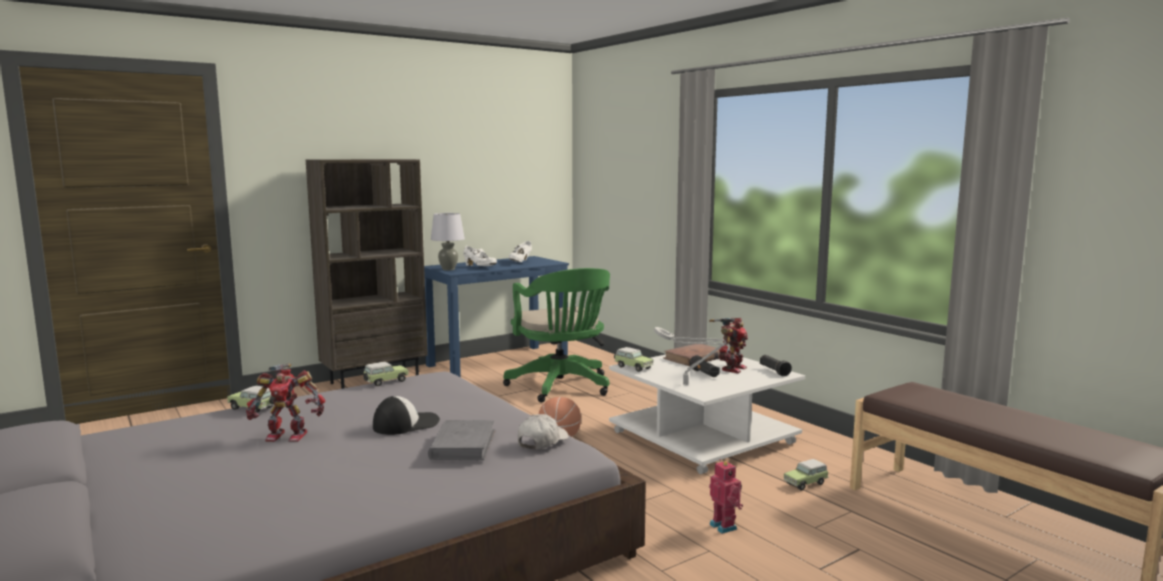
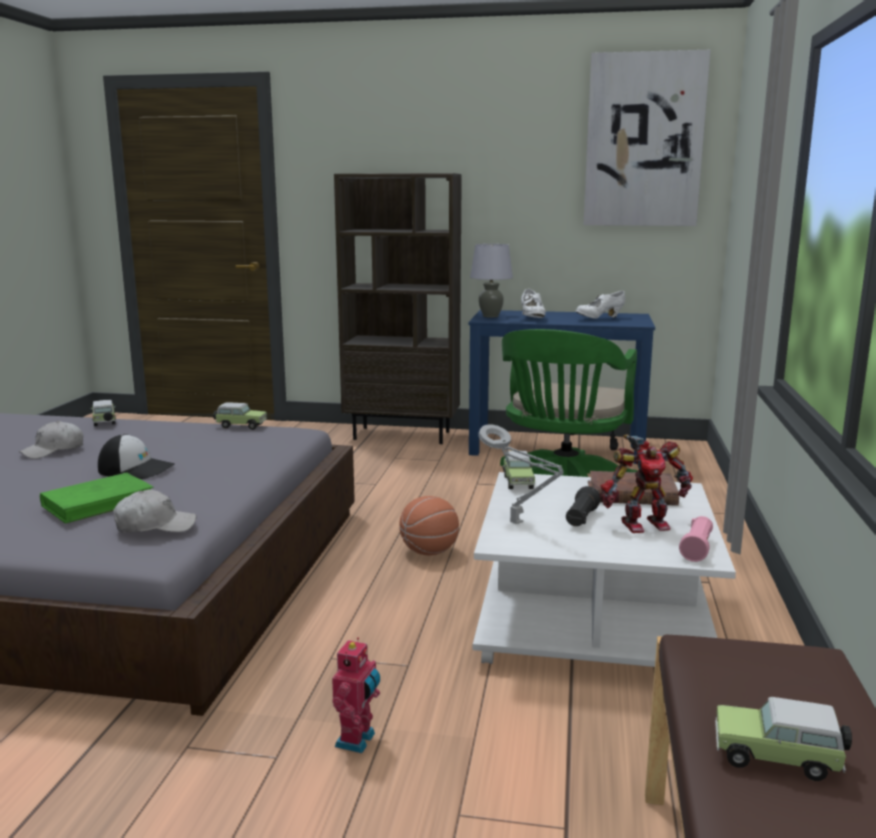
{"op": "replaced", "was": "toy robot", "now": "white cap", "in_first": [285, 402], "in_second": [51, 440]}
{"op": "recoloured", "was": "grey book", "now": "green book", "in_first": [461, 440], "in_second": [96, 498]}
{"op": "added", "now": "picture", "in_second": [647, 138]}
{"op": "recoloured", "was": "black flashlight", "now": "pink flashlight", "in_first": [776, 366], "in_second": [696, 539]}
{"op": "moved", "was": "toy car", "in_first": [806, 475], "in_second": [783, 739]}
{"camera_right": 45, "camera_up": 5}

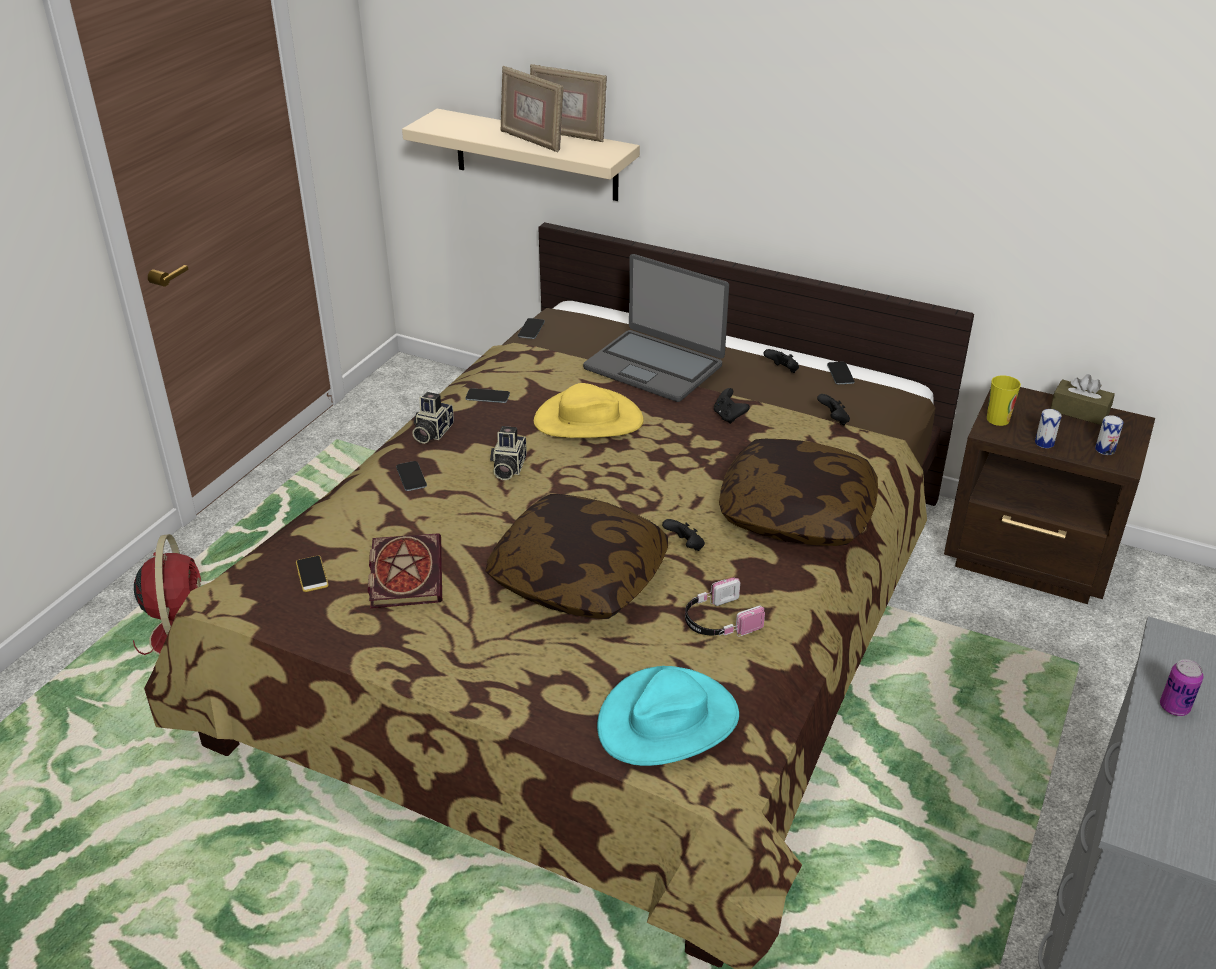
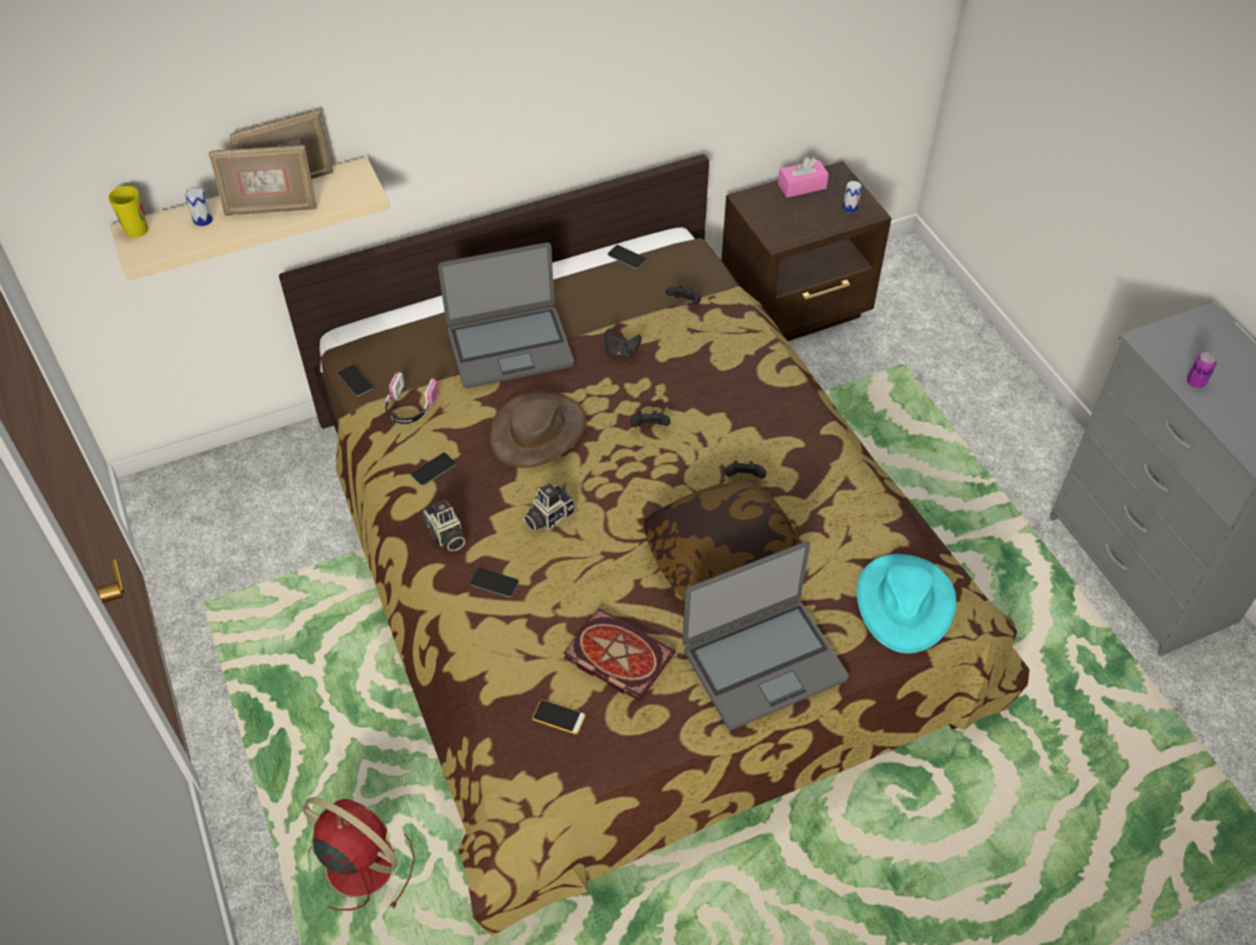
{"op": "moved", "was": "cup", "in_first": [1004, 400], "in_second": [128, 212]}
{"op": "moved", "was": "can", "in_first": [1048, 428], "in_second": [199, 206]}
{"op": "moved", "was": "headphones", "in_first": [725, 607], "in_second": [411, 398]}
{"op": "recoloured", "was": "yellow hat", "now": "brown hat", "in_first": [589, 410], "in_second": [538, 429]}
{"op": "turned", "was": "photo camera", "in_first": [508, 453], "in_second": [549, 507], "clockwise": 90}
{"op": "moved", "was": "black game controller", "in_first": [781, 361], "in_second": [650, 419]}
{"op": "added", "now": "laptop", "in_second": [765, 635]}
{"op": "recoloured", "was": "brown tissue box", "now": "pink tissue box", "in_first": [1082, 399], "in_second": [803, 177]}
{"op": "removed", "was": "pillow", "in_first": [798, 492]}
{"camera_right": -50, "camera_up": 15}

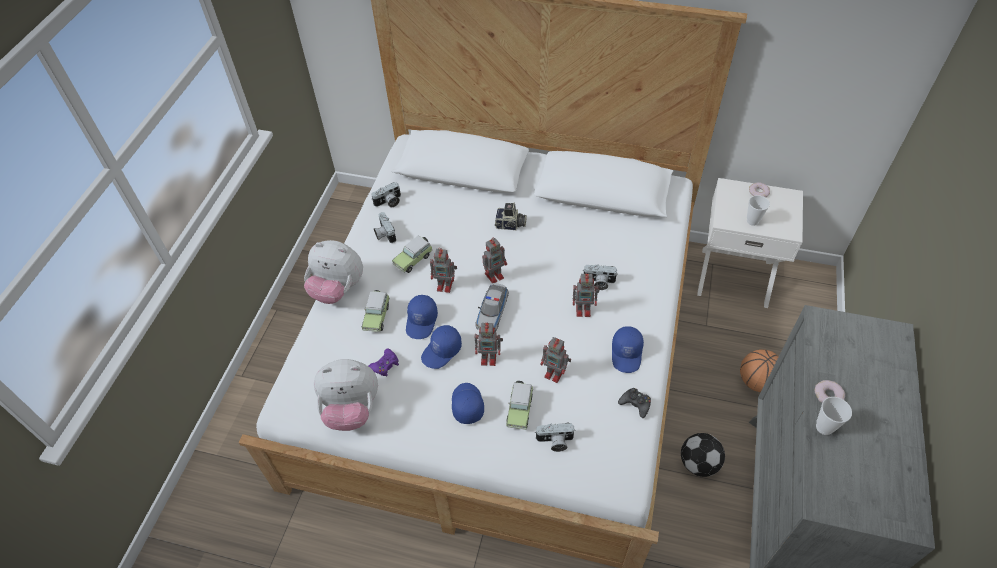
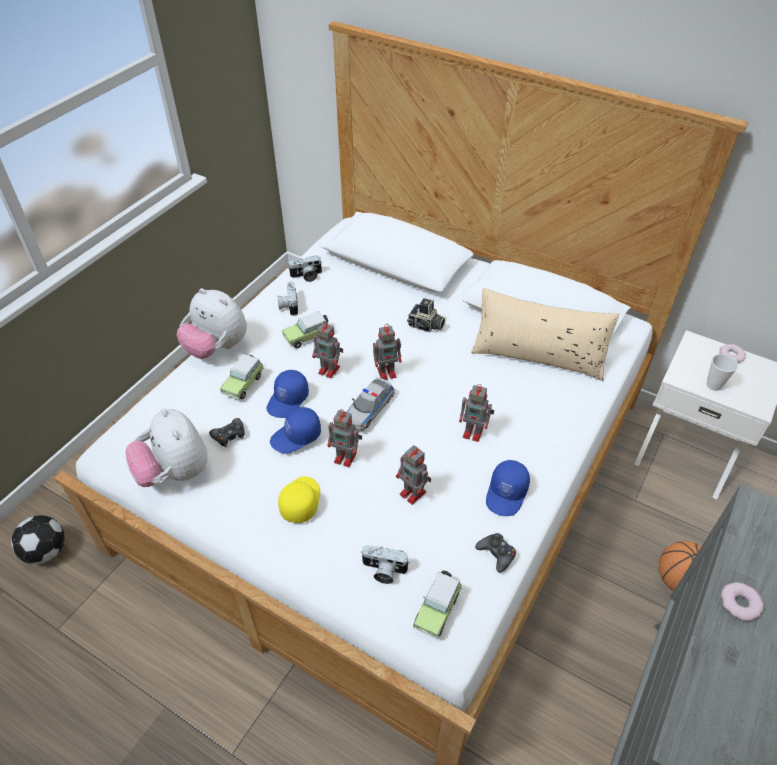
{"op": "moved", "was": "football", "in_first": [703, 455], "in_second": [38, 539]}
{"op": "turned", "was": "plush toy", "in_first": [346, 395], "in_second": [166, 447], "clockwise": 45}
{"op": "recoloured", "was": "purple game controller", "now": "black game controller", "in_first": [384, 363], "in_second": [227, 432]}
{"op": "recoloured", "was": "blue cap", "now": "yellow cap", "in_first": [468, 403], "in_second": [299, 499]}
{"op": "moved", "was": "toy car", "in_first": [519, 405], "in_second": [437, 605]}
{"op": "added", "now": "beige pillow", "in_second": [545, 334]}
{"op": "removed", "was": "photo camera", "in_first": [601, 277]}
{"op": "removed", "was": "cup", "in_first": [834, 416]}
{"camera_right": 15, "camera_up": -5}

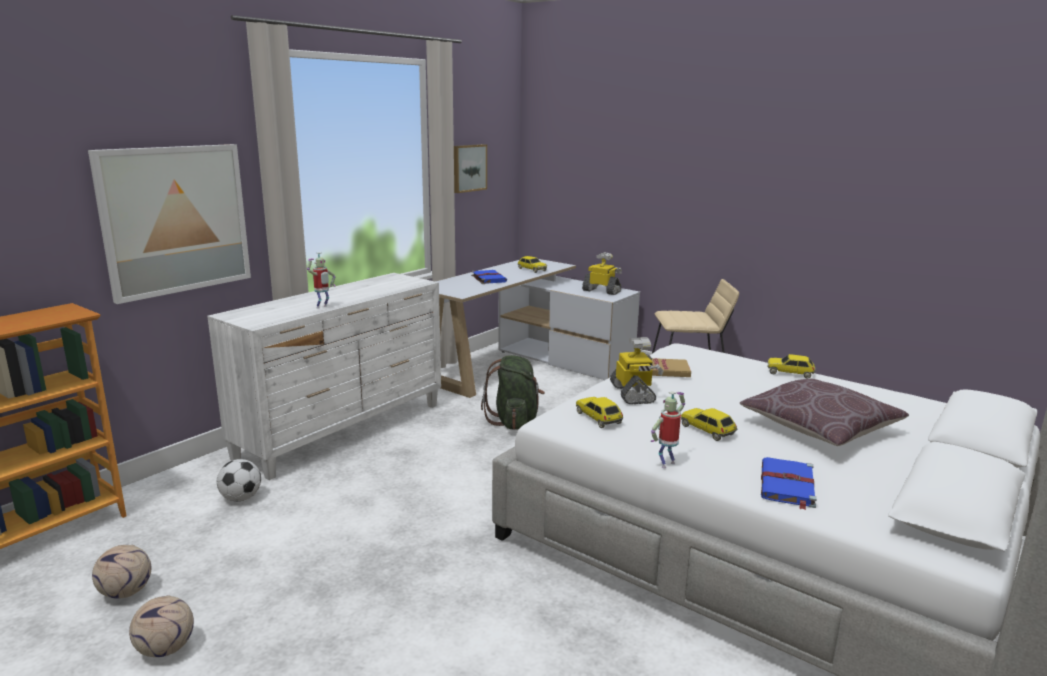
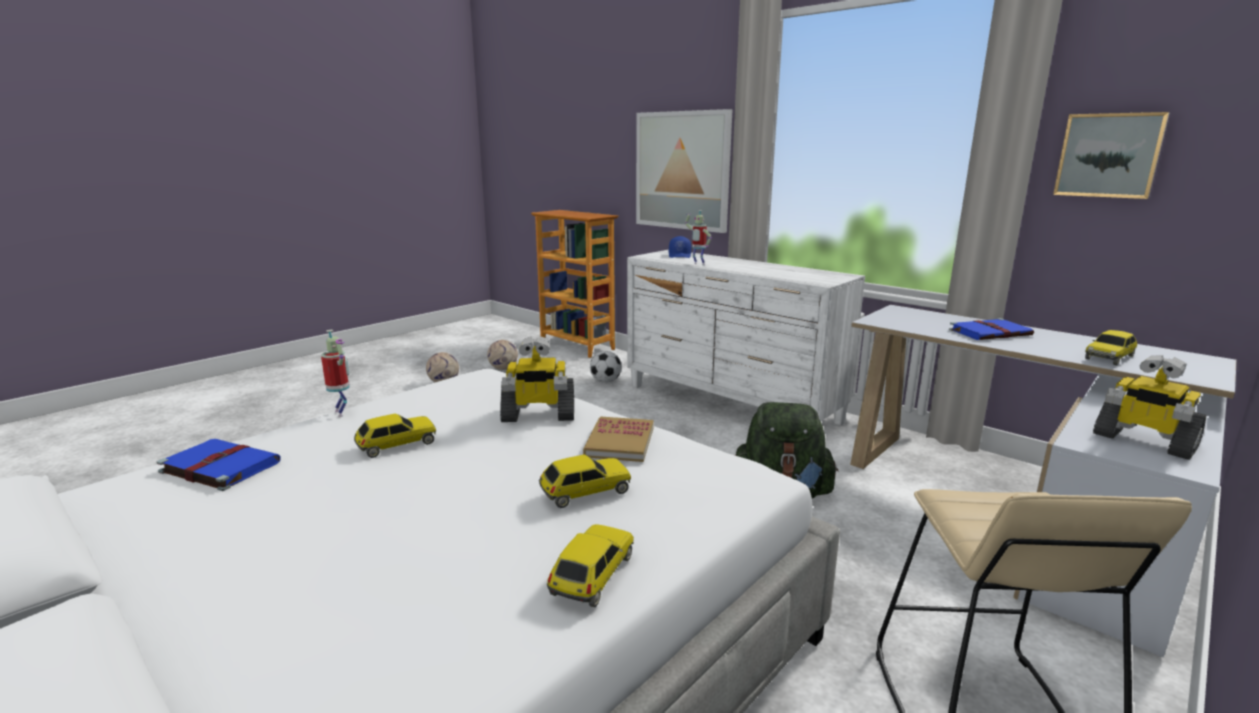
{"op": "moved", "was": "toy car", "in_first": [599, 412], "in_second": [585, 481]}
{"op": "added", "now": "blue cap", "in_second": [680, 247]}
{"op": "turned", "was": "toy robot", "in_first": [602, 273], "in_second": [1149, 407], "clockwise": 105}
{"op": "removed", "was": "brown pillow", "in_first": [824, 412]}
{"camera_right": 95, "camera_up": 0}

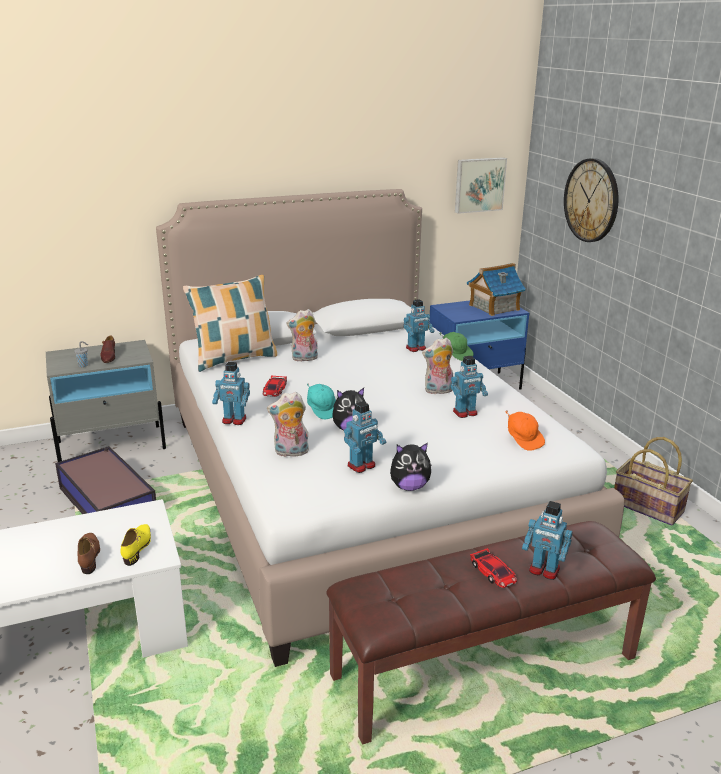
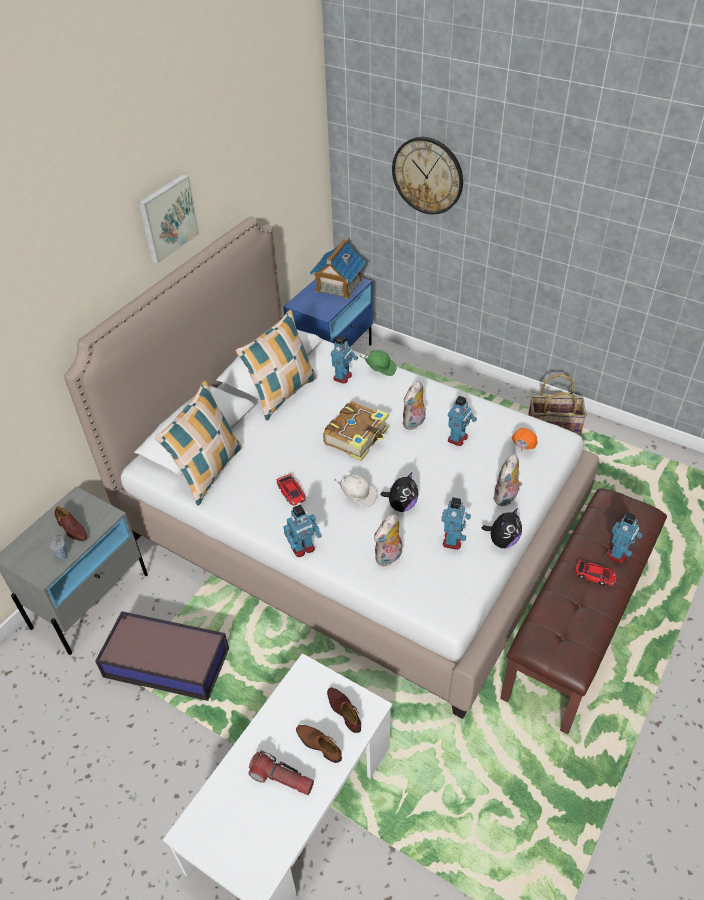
{"op": "moved", "was": "picture", "in_first": [481, 185], "in_second": [168, 218]}
{"op": "added", "now": "pillow", "in_second": [276, 365]}
{"op": "added", "now": "flashlight", "in_second": [281, 772]}
{"op": "added", "now": "book", "in_second": [356, 431]}
{"op": "recoloured", "was": "yellow shoe", "now": "brown shoe", "in_first": [135, 545], "in_second": [344, 710]}
{"op": "recoloured", "was": "turquoise cap", "now": "white cap", "in_first": [321, 401], "in_second": [355, 490]}
{"op": "moved", "was": "plush toy", "in_first": [302, 335], "in_second": [507, 480]}
{"op": "turned", "was": "orange cap", "in_first": [525, 430], "in_second": [525, 439], "clockwise": -90}
{"op": "turned", "was": "toy robot", "in_first": [547, 540], "in_second": [625, 538], "clockwise": -45}
{"camera_right": -35, "camera_up": 20}

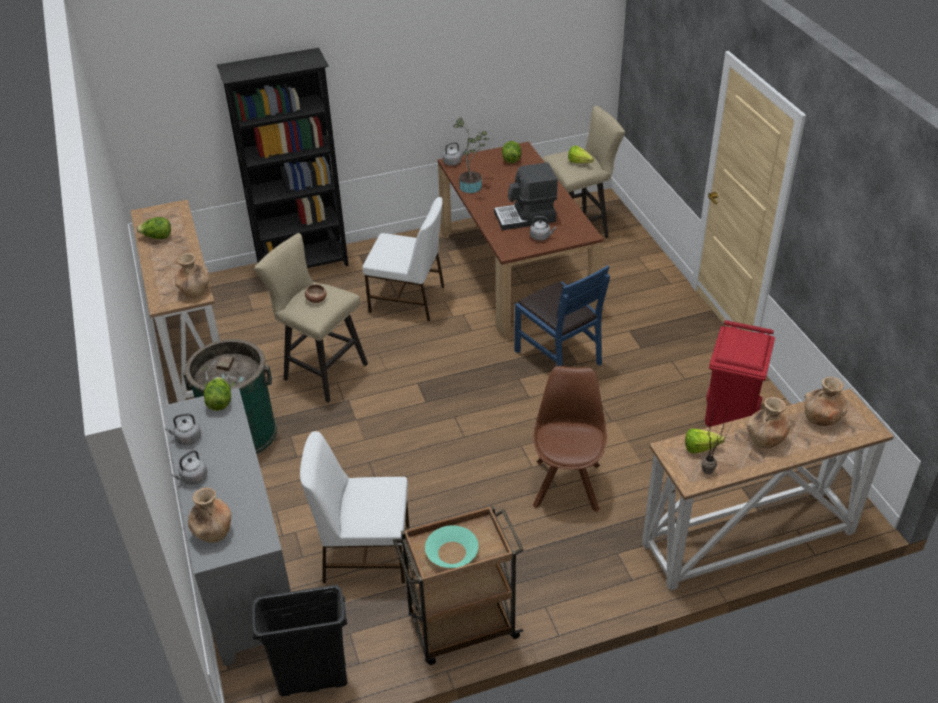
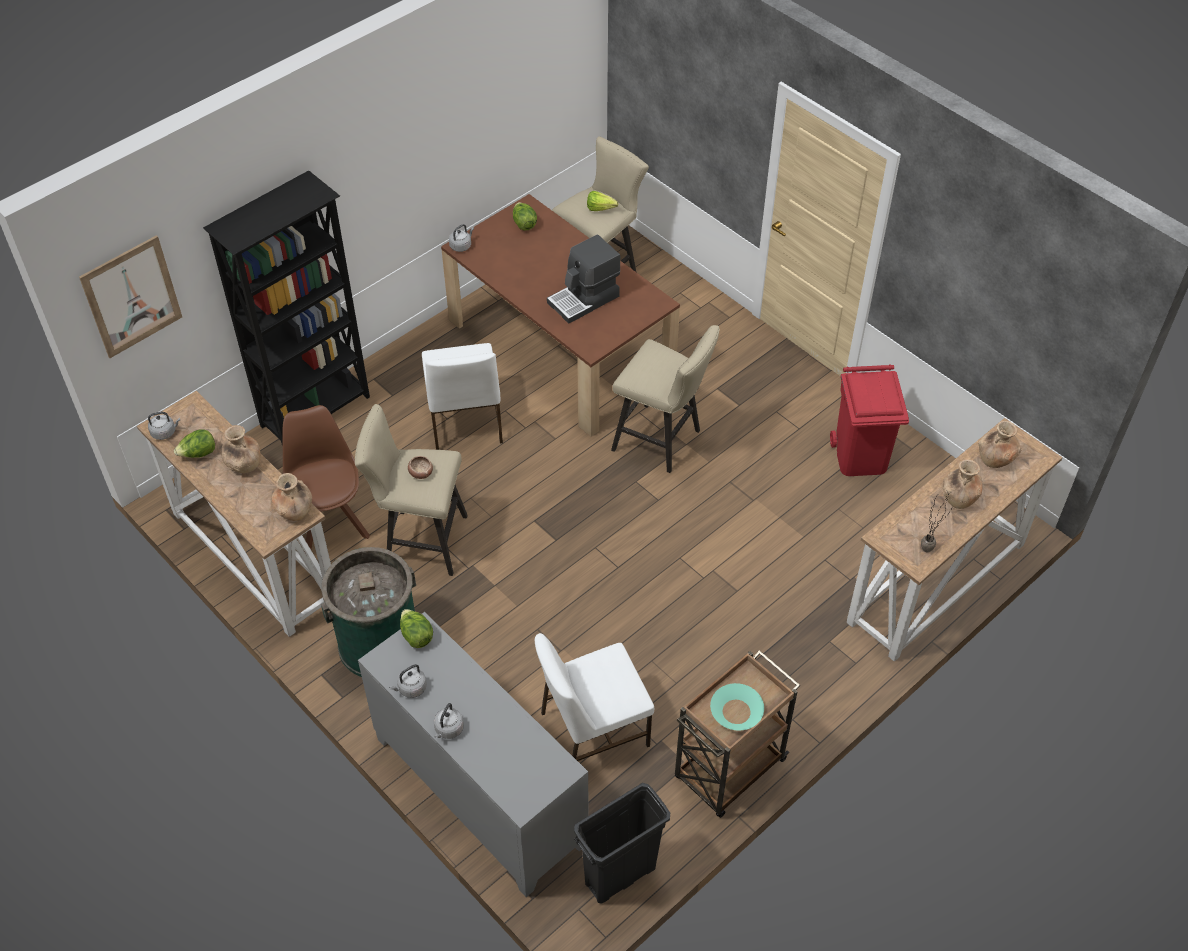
{"op": "added", "now": "picture", "in_second": [130, 296]}
{"op": "moved", "was": "grey kettle", "in_first": [543, 228], "in_second": [164, 426]}
{"op": "moved", "was": "brown vase", "in_first": [209, 515], "in_second": [240, 449]}
{"op": "moved", "was": "brown chair", "in_first": [570, 439], "in_second": [326, 478]}
{"op": "turned", "was": "white chair", "in_first": [403, 259], "in_second": [462, 396], "clockwise": 90}
{"op": "replaced", "was": "blue chair", "now": "beige stool", "in_first": [562, 315], "in_second": [665, 399]}
{"op": "removed", "was": "potted plant", "in_first": [471, 155]}
{"op": "removed", "was": "lettuce", "in_first": [705, 441]}
{"camera_right": -25, "camera_up": 10}

